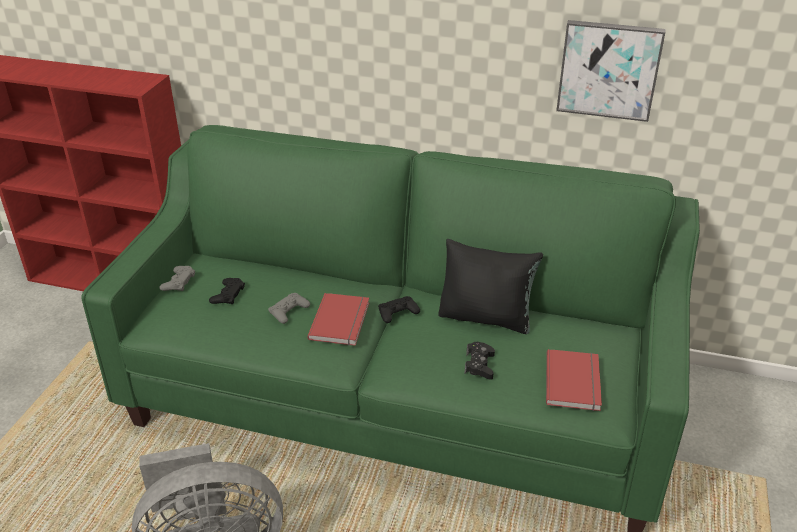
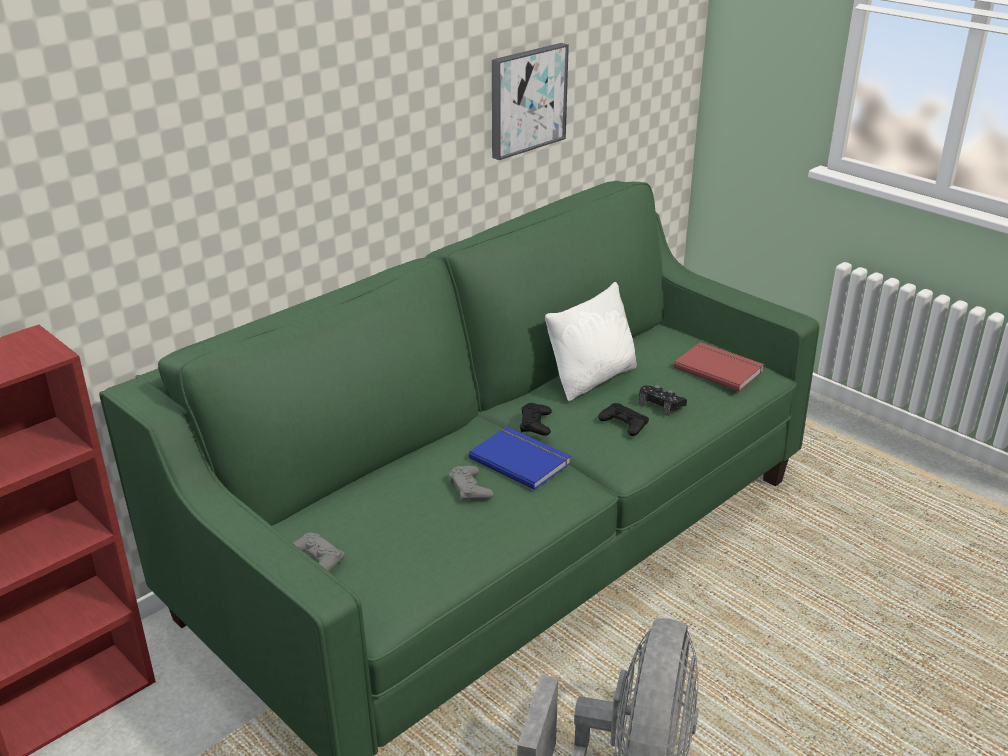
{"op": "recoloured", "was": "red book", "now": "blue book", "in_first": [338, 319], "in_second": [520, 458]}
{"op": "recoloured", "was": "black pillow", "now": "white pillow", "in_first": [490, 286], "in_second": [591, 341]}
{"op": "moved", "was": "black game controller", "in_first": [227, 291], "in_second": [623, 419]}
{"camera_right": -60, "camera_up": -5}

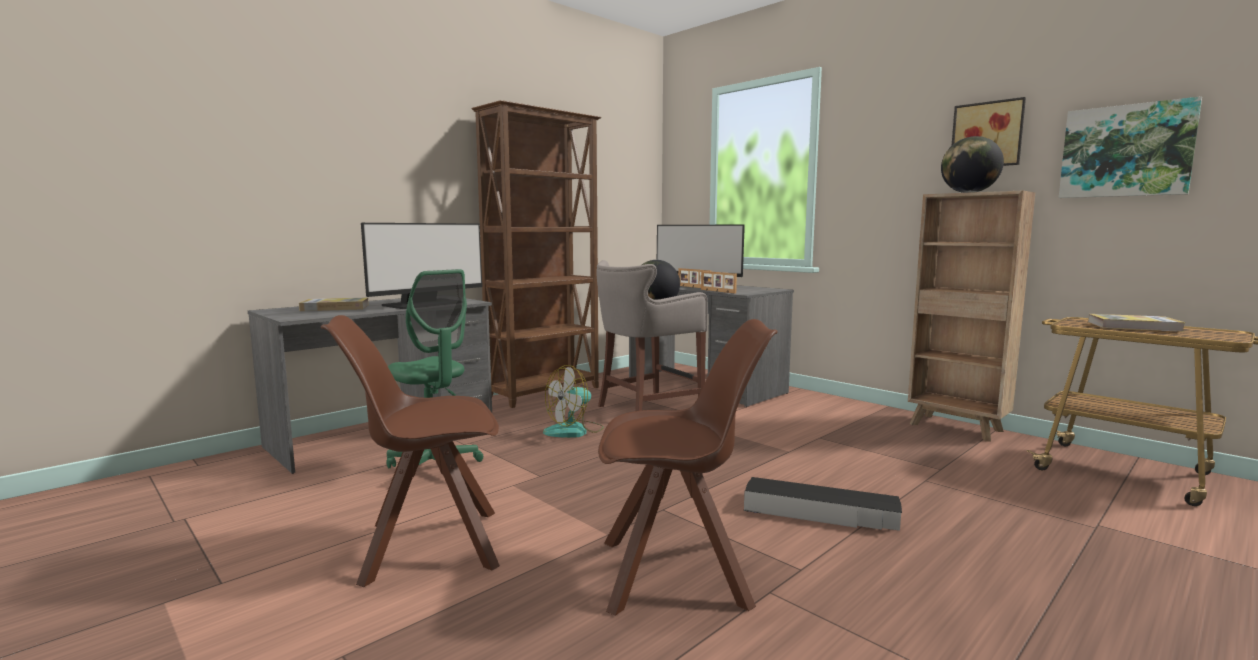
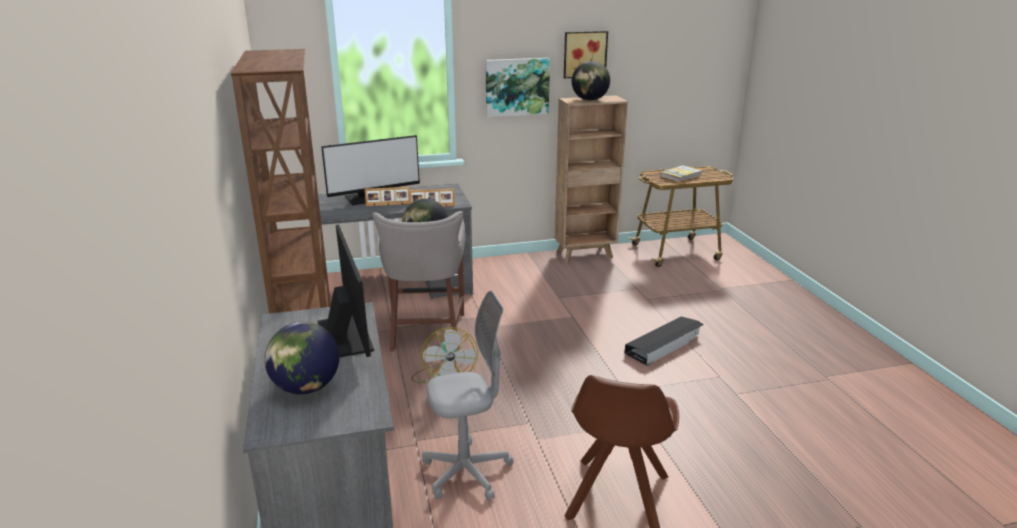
{"op": "replaced", "was": "book", "now": "globe", "in_first": [334, 304], "in_second": [301, 358]}
{"op": "recoloured", "was": "green office chair", "now": "grey office chair", "in_first": [434, 368], "in_second": [467, 396]}
{"op": "moved", "was": "picture", "in_first": [1130, 147], "in_second": [517, 87]}
{"op": "removed", "was": "brown chair", "in_first": [688, 467]}
{"camera_right": -60, "camera_up": 15}

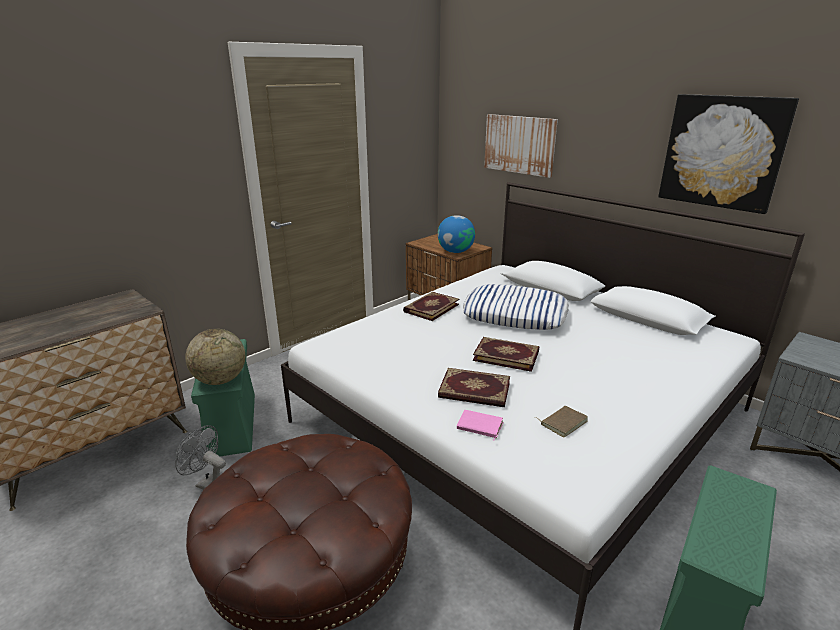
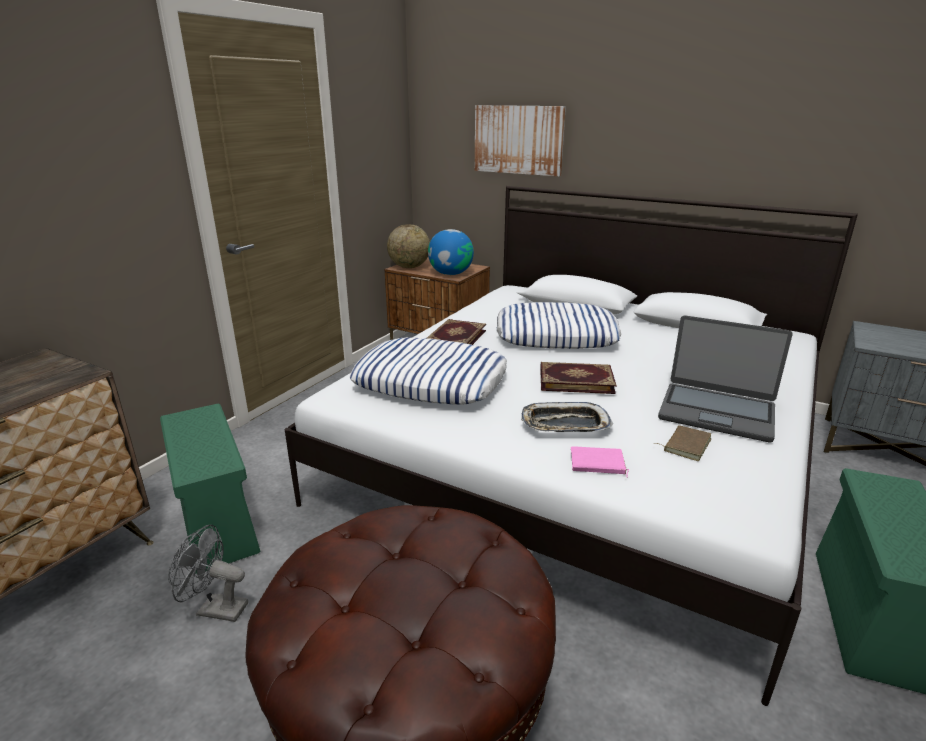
{"op": "added", "now": "pillow", "in_second": [428, 371]}
{"op": "moved", "was": "globe", "in_first": [215, 357], "in_second": [408, 246]}
{"op": "replaced", "was": "book", "now": "tray", "in_first": [474, 387], "in_second": [567, 417]}
{"op": "added", "now": "laptop", "in_second": [725, 378]}
{"op": "removed", "was": "picture", "in_first": [728, 154]}
{"camera_right": -15, "camera_up": 0}

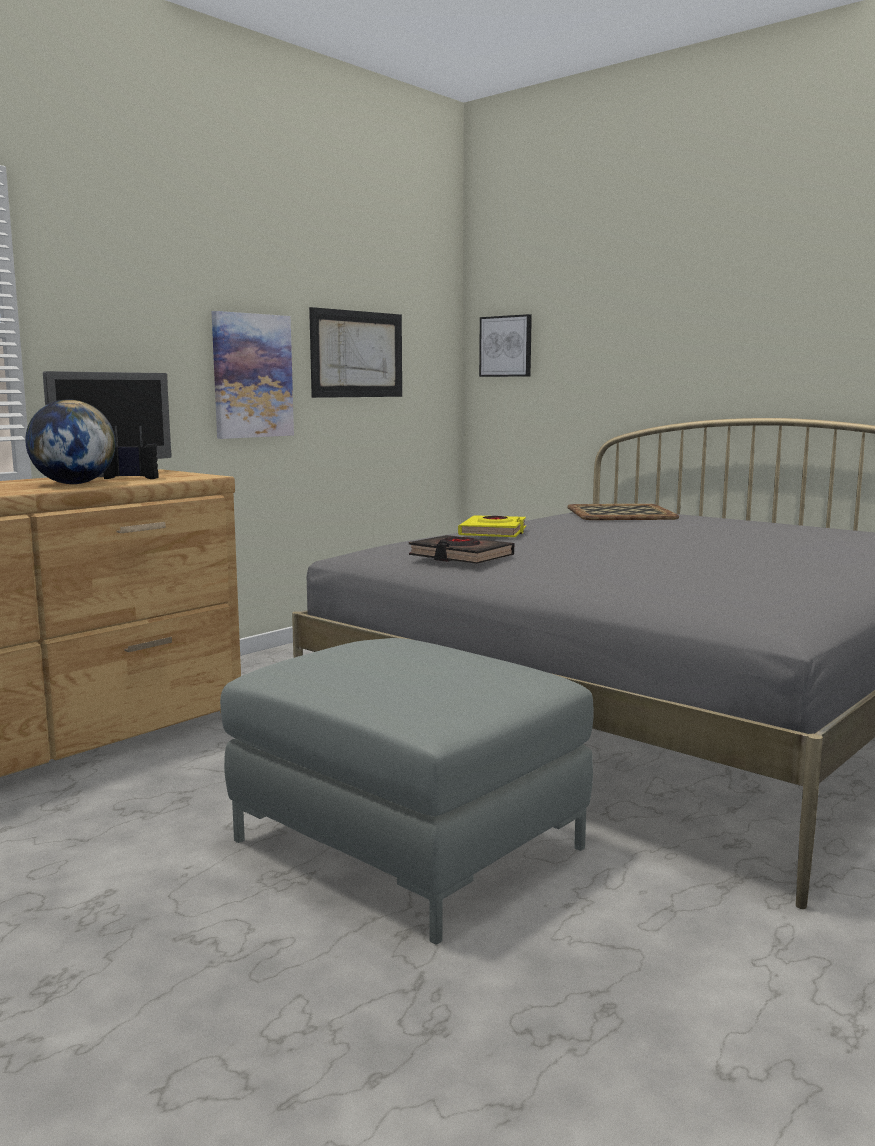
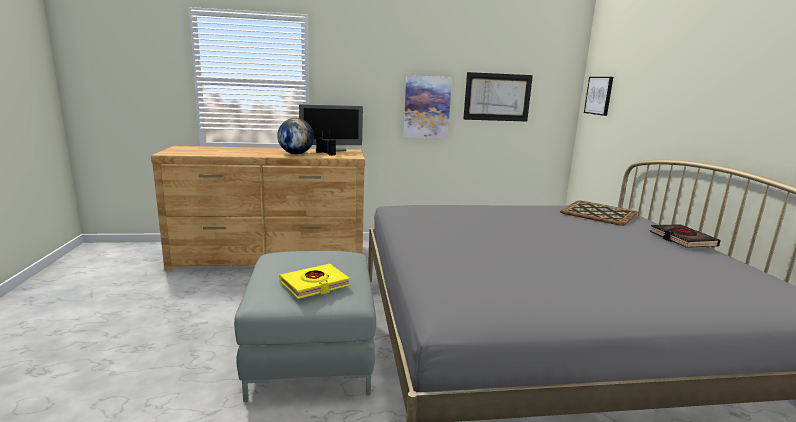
{"op": "moved", "was": "yellow book", "in_first": [492, 526], "in_second": [314, 281]}
{"op": "moved", "was": "black book", "in_first": [461, 549], "in_second": [685, 236]}
{"camera_right": 40, "camera_up": 5}

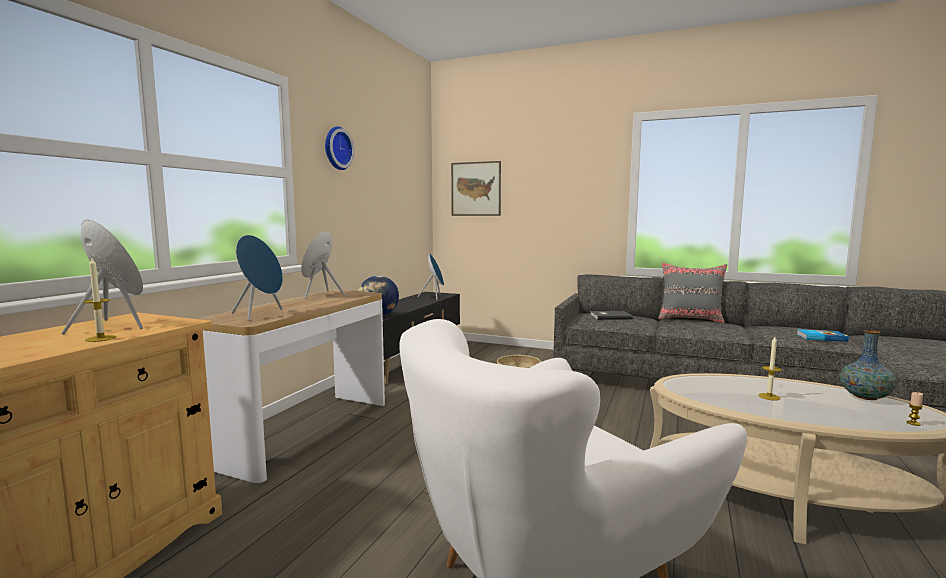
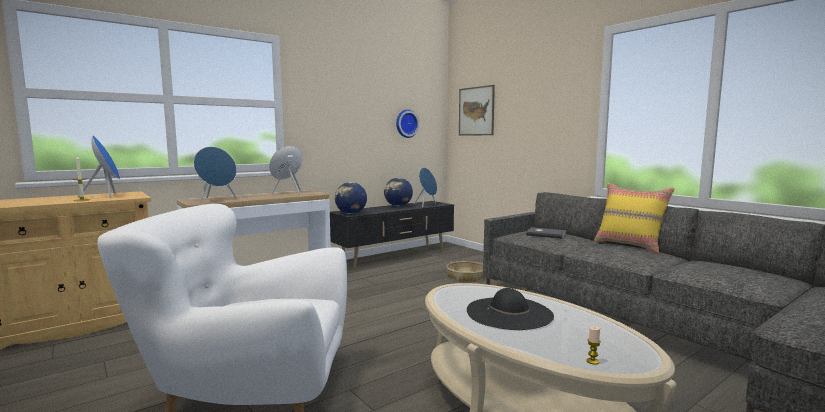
{"op": "added", "now": "globe", "in_second": [398, 192]}
{"op": "moved", "was": "wall clock", "in_first": [340, 148], "in_second": [407, 123]}
{"op": "replaced", "was": "candle", "now": "black hat", "in_first": [769, 369], "in_second": [510, 309]}
{"op": "recoloured", "was": "grey pillow", "now": "yellow pillow", "in_first": [693, 293], "in_second": [634, 218]}
{"op": "removed", "was": "book", "in_first": [823, 335]}
{"op": "removed", "was": "vase", "in_first": [868, 365]}
{"camera_right": 30, "camera_up": 0}

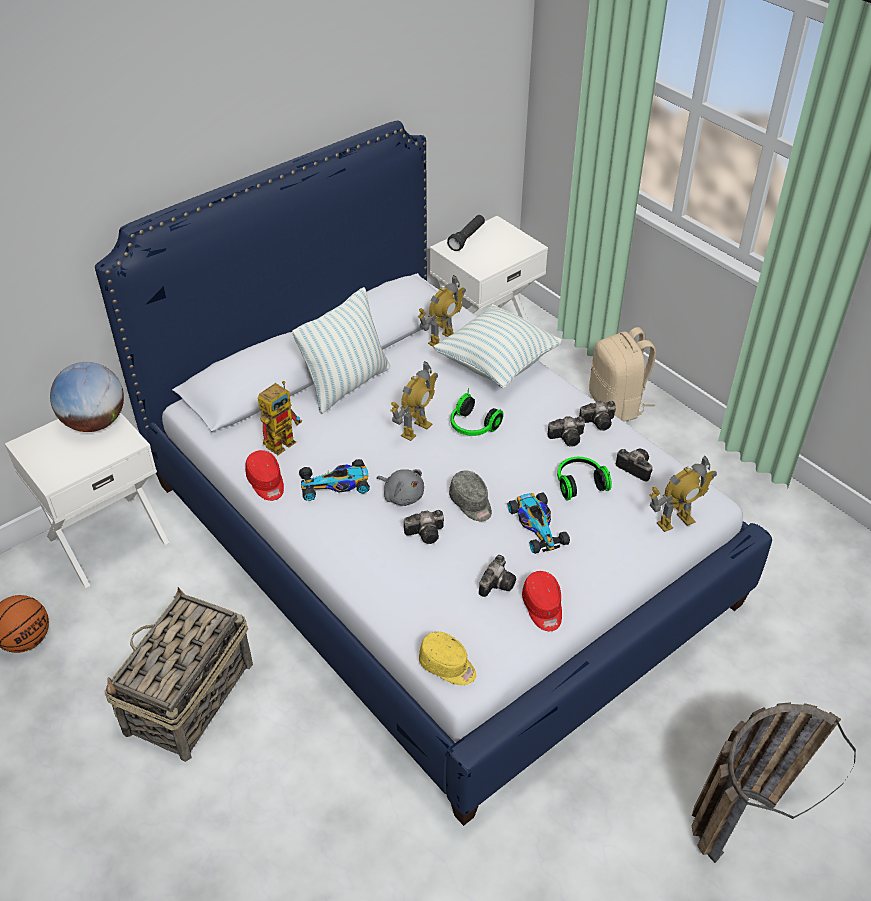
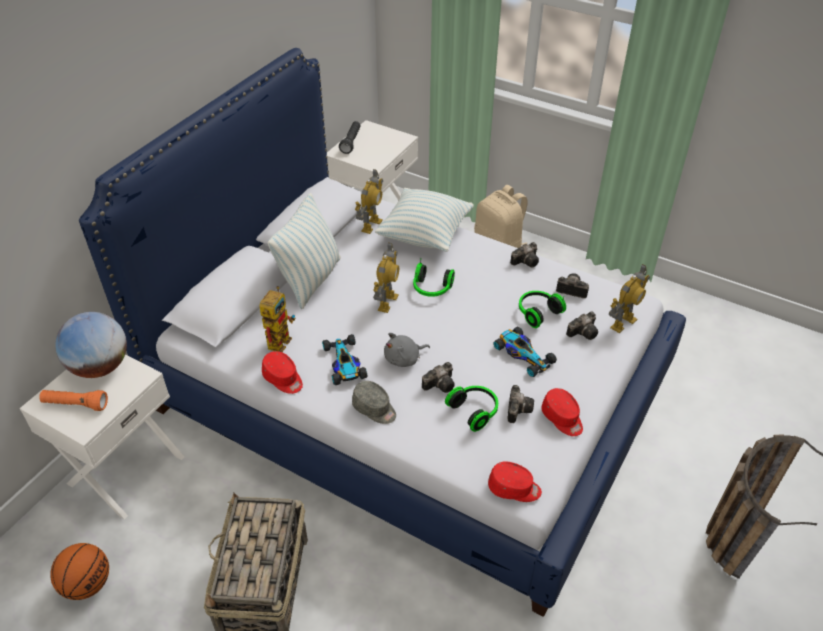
{"op": "added", "now": "orange flashlight", "in_second": [73, 400]}
{"op": "turned", "was": "toy car", "in_first": [334, 480], "in_second": [344, 359], "clockwise": 105}
{"op": "moved", "was": "grey cap", "in_first": [470, 496], "in_second": [374, 402]}
{"op": "turned", "was": "grey plush toy", "in_first": [400, 487], "in_second": [407, 350], "clockwise": 135}
{"op": "added", "now": "headphones", "in_second": [471, 409]}
{"op": "recoloured", "was": "yellow cap", "now": "red cap", "in_first": [447, 658], "in_second": [515, 482]}
{"op": "moved", "was": "photo camera", "in_first": [566, 431], "in_second": [582, 325]}
{"camera_right": -20, "camera_up": 0}

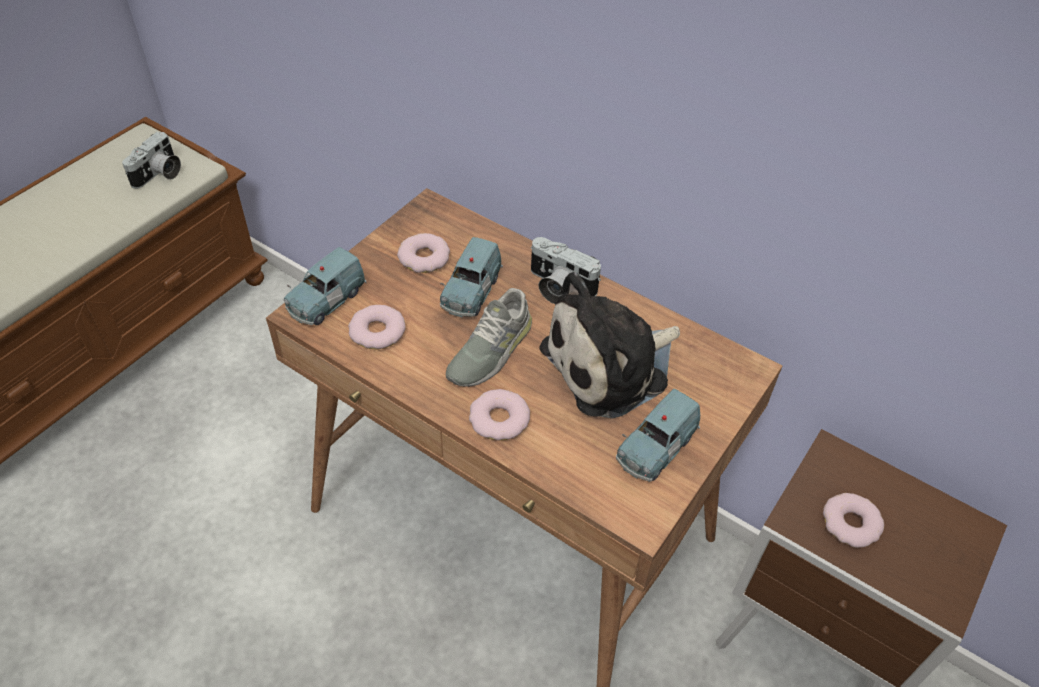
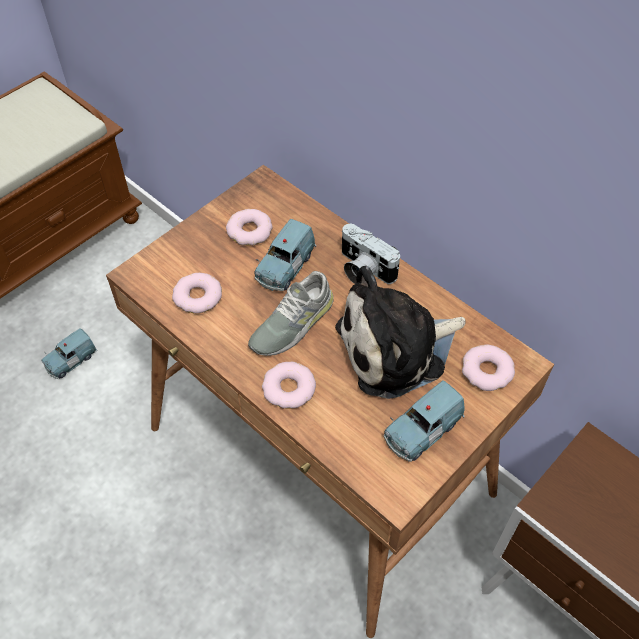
{"op": "moved", "was": "blue toy car", "in_first": [325, 286], "in_second": [69, 353]}
{"op": "moved", "was": "donut", "in_first": [853, 520], "in_second": [488, 367]}
{"op": "removed", "was": "photo camera", "in_first": [151, 160]}
{"camera_right": 10, "camera_up": 5}

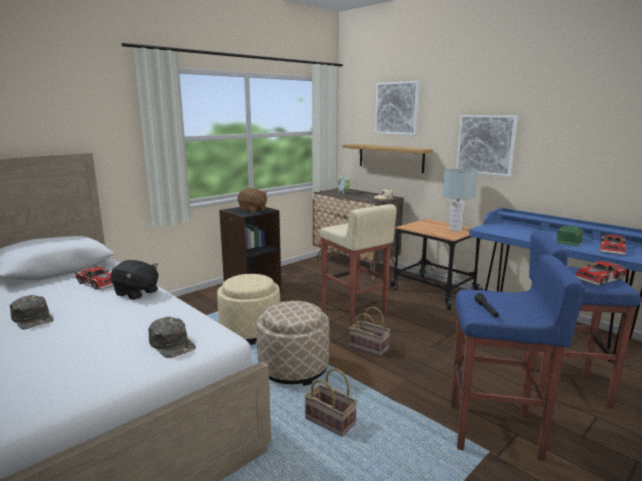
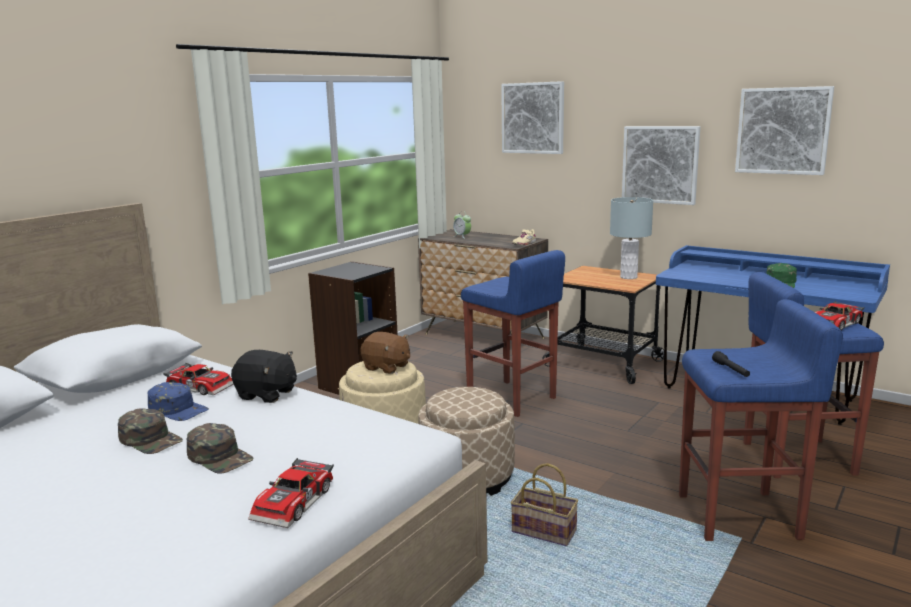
{"op": "added", "now": "blue cap", "in_second": [178, 401]}
{"op": "moved", "was": "green cap", "in_first": [172, 337], "in_second": [220, 448]}
{"op": "moved", "was": "toy car", "in_first": [613, 244], "in_second": [291, 493]}
{"op": "moved", "was": "brown plush toy", "in_first": [252, 200], "in_second": [385, 353]}
{"op": "recoloured", "was": "beige stool", "now": "blue stool", "in_first": [358, 265], "in_second": [513, 333]}
{"op": "added", "now": "picture", "in_second": [784, 130]}
{"op": "removed", "was": "shelf", "in_first": [388, 158]}
{"op": "removed", "was": "basket", "in_first": [369, 331]}
{"camera_right": -10, "camera_up": 0}

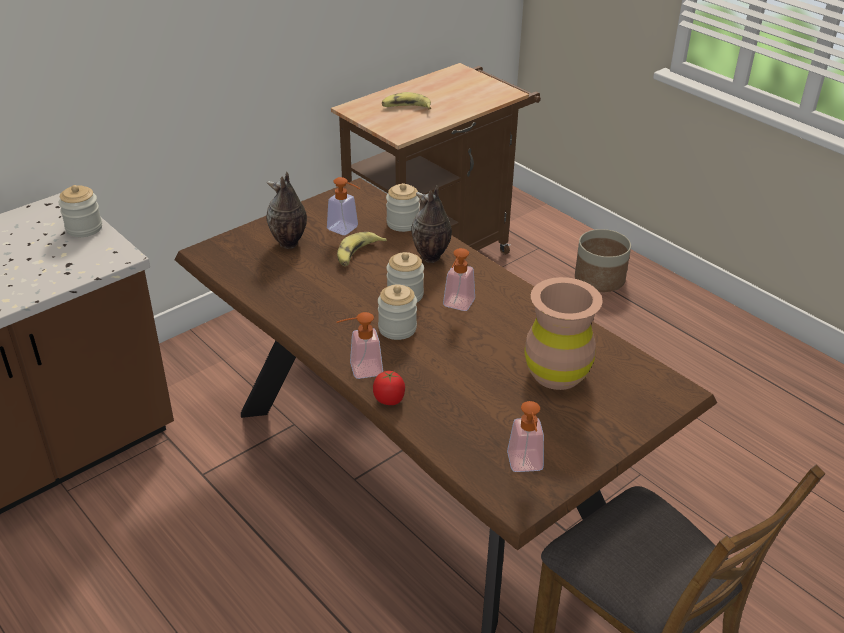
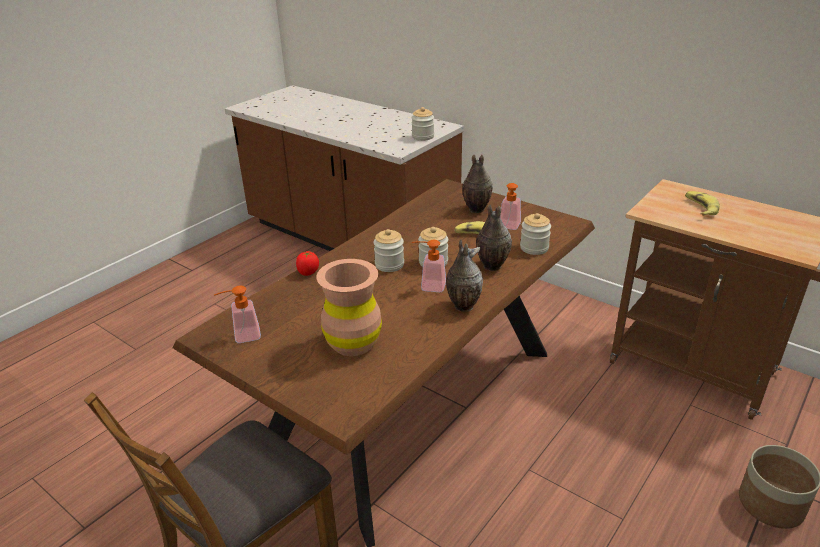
{"op": "added", "now": "vase", "in_second": [464, 275]}
{"op": "removed", "was": "soap dispenser", "in_first": [359, 345]}
{"camera_right": 80, "camera_up": -5}

